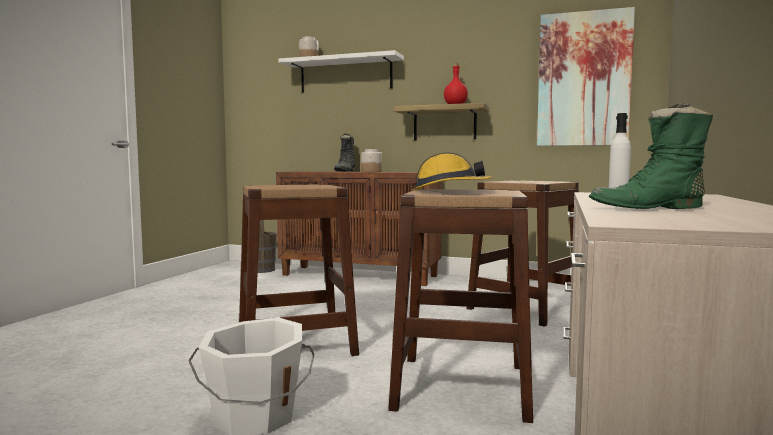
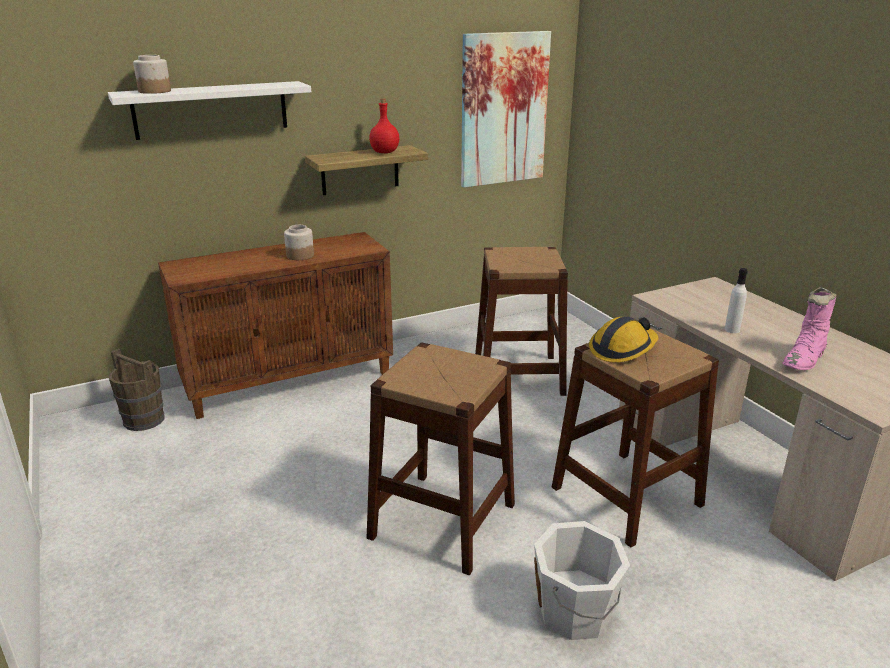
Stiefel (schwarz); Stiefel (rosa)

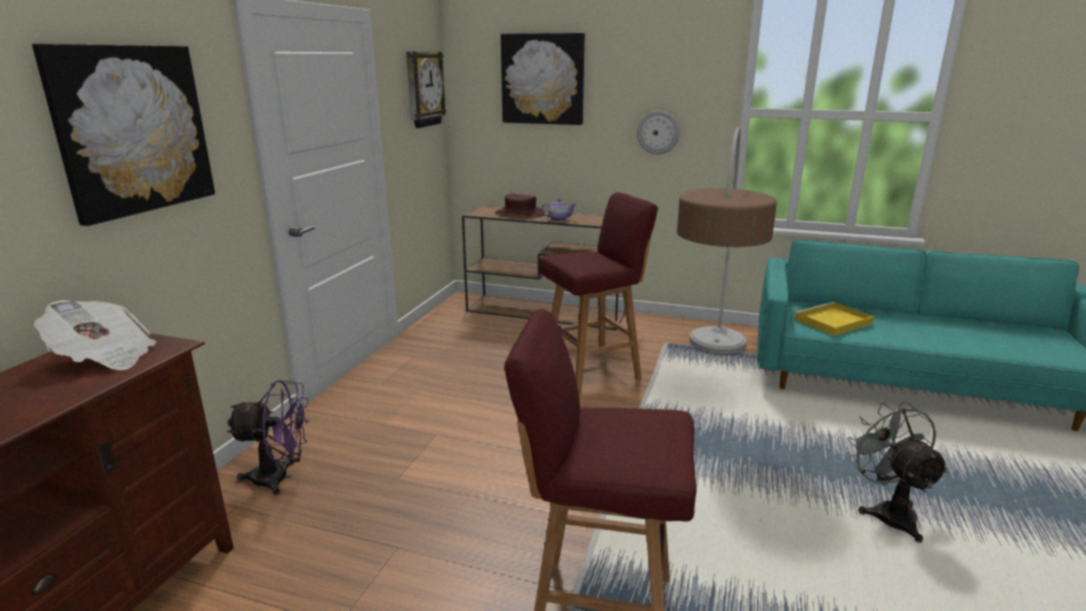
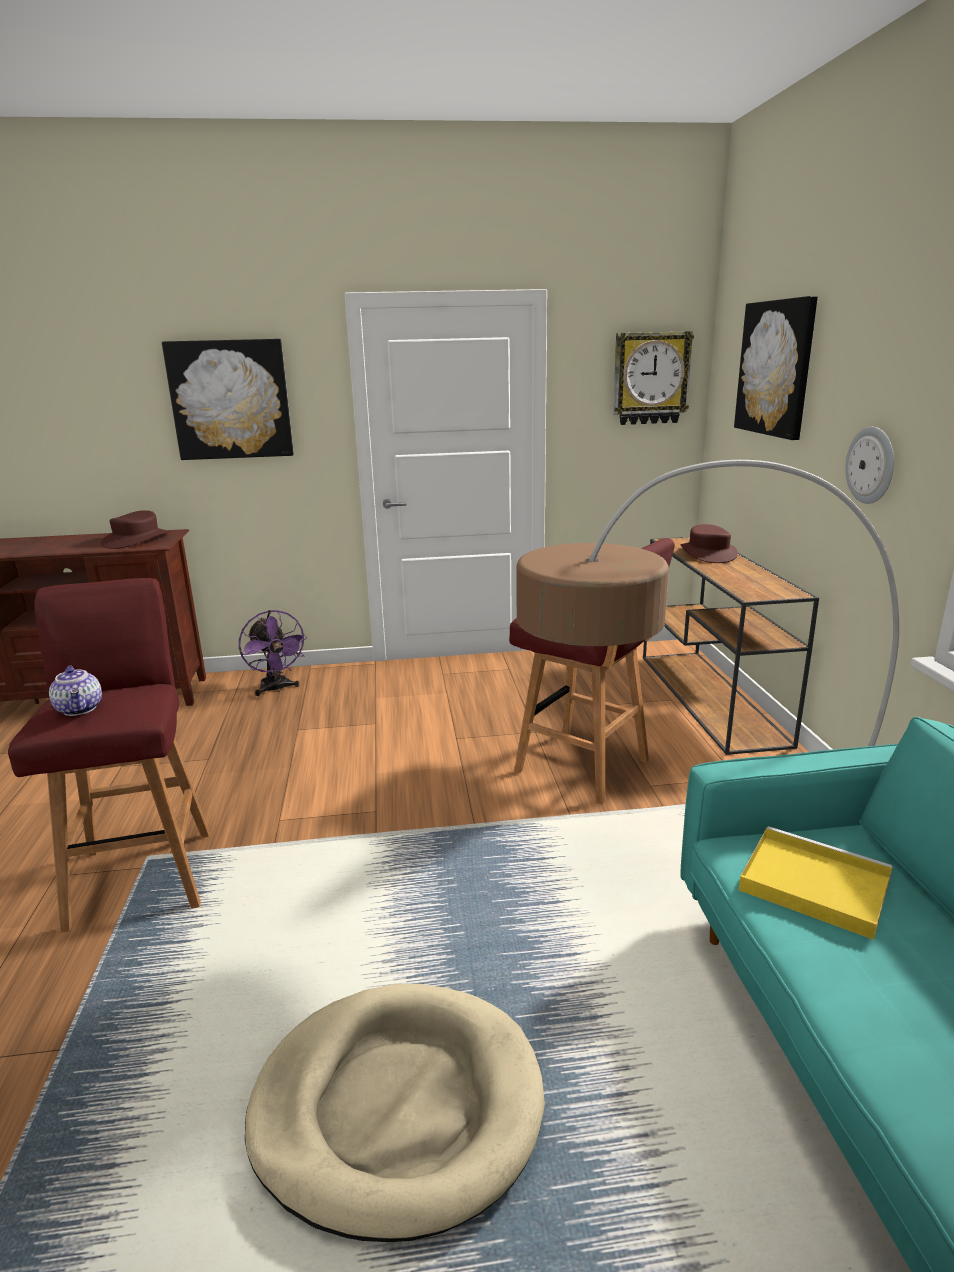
Hut (braun) (1st from left); Teekanne; Hundebett (beige)

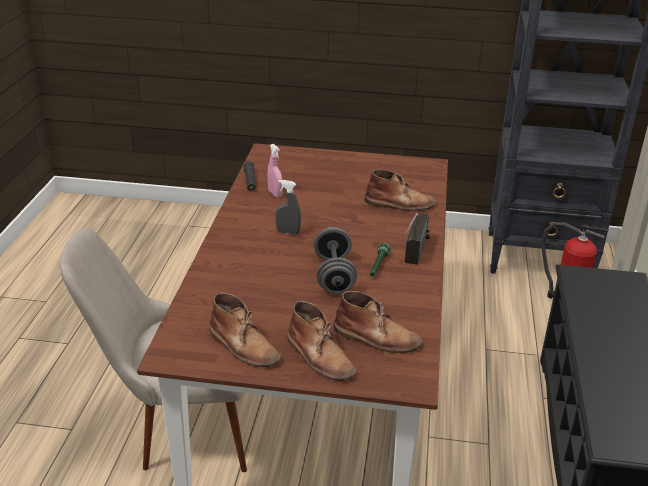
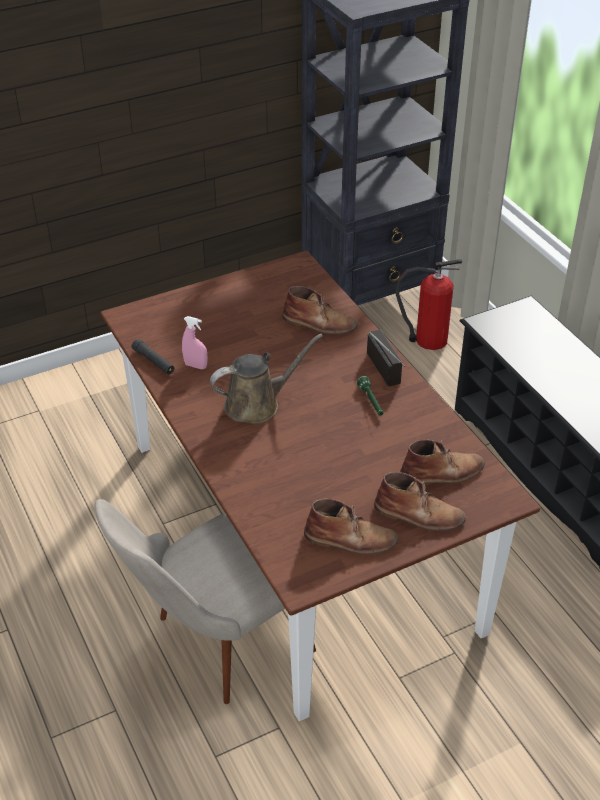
Gießkanne (braun); Hantel (grau); Stiefel (braun) (1st from left)

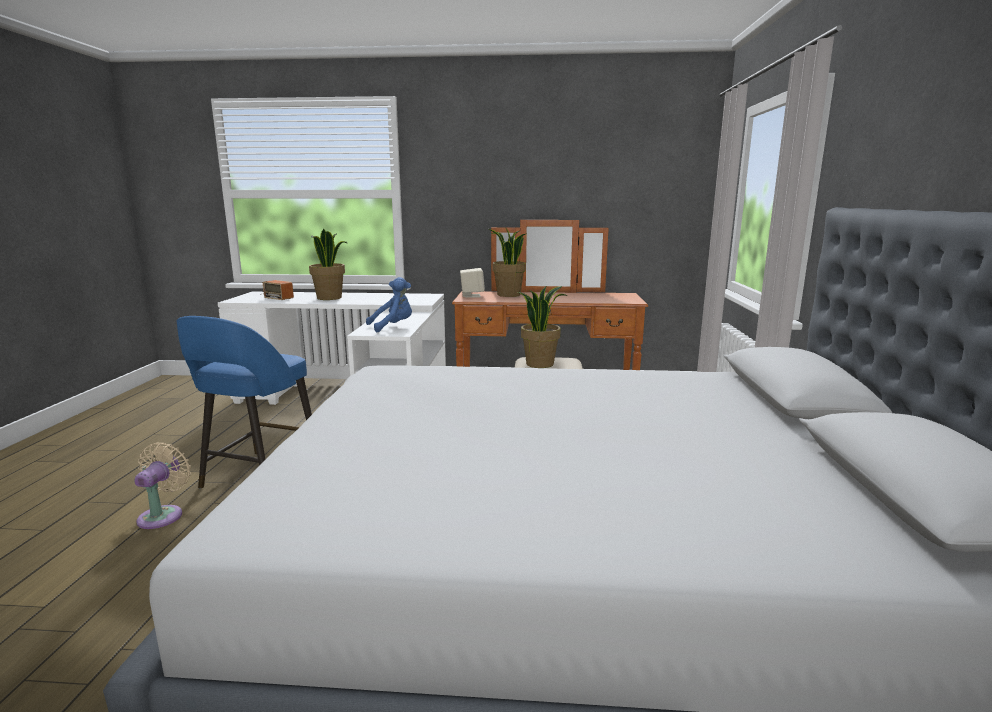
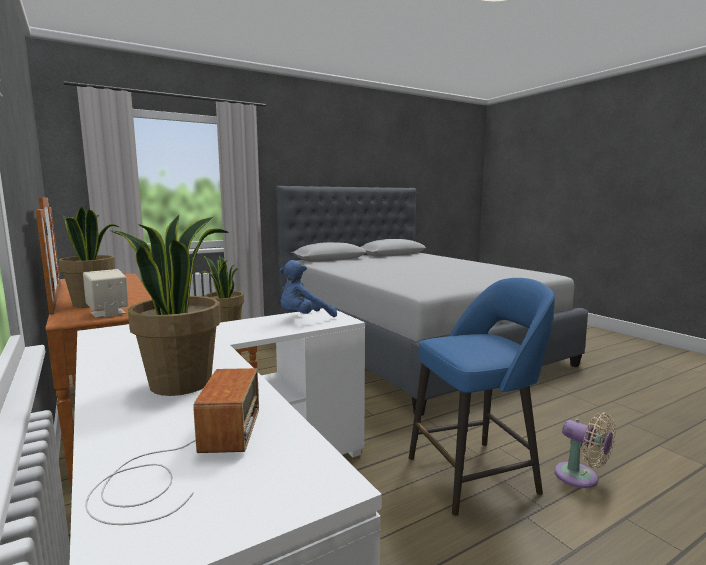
Ventilator (beige); Plüschtier (blau)

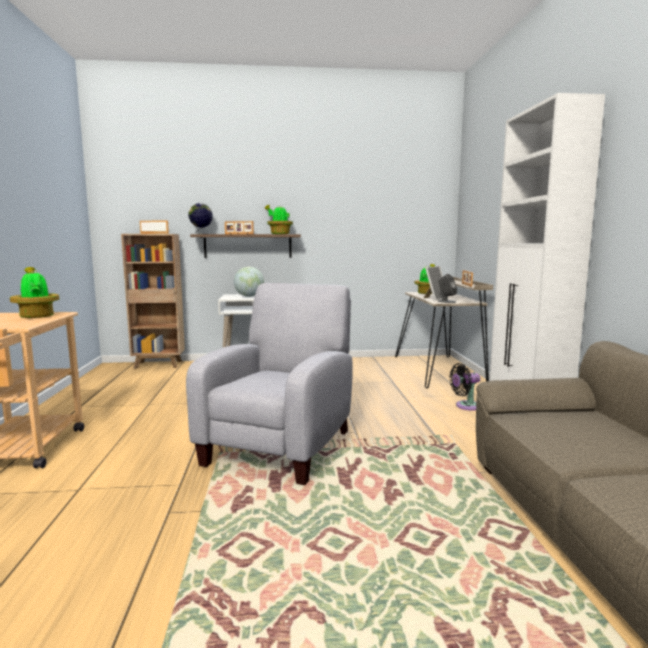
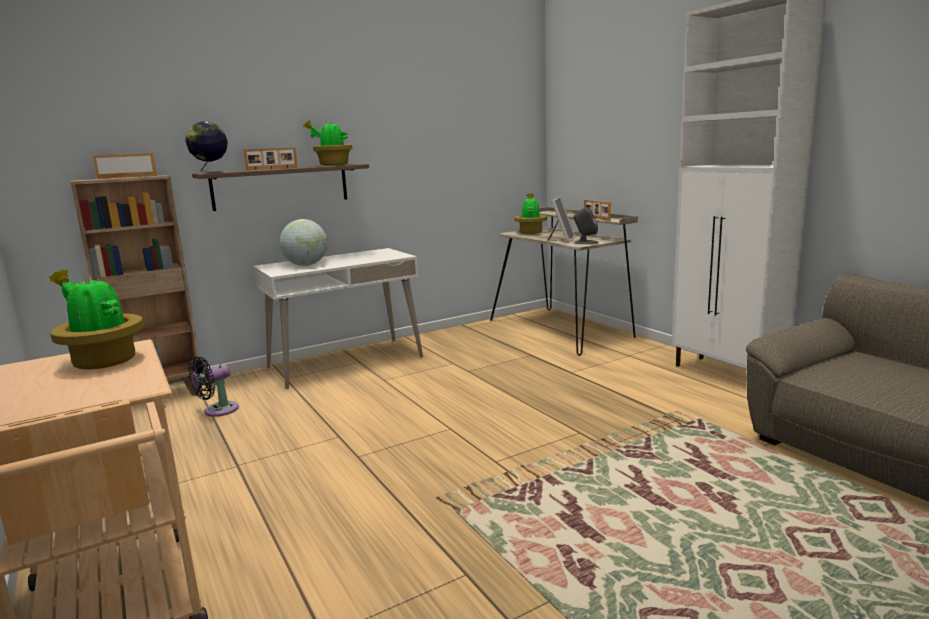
Sessel (grau); Ventilator (schwarz)

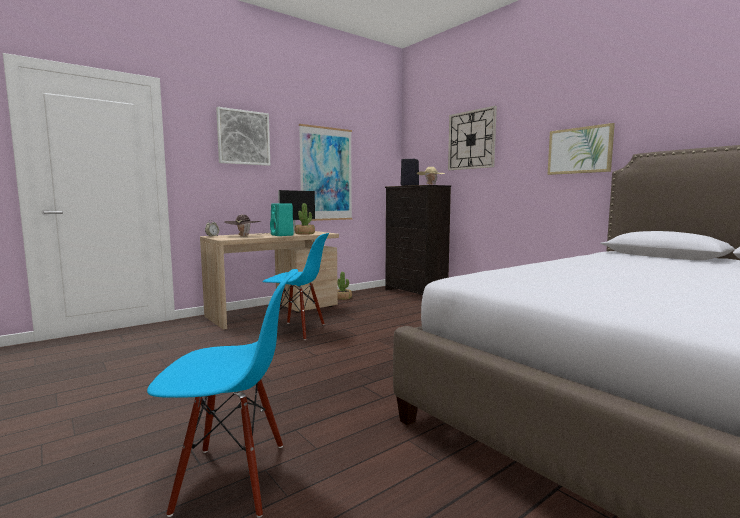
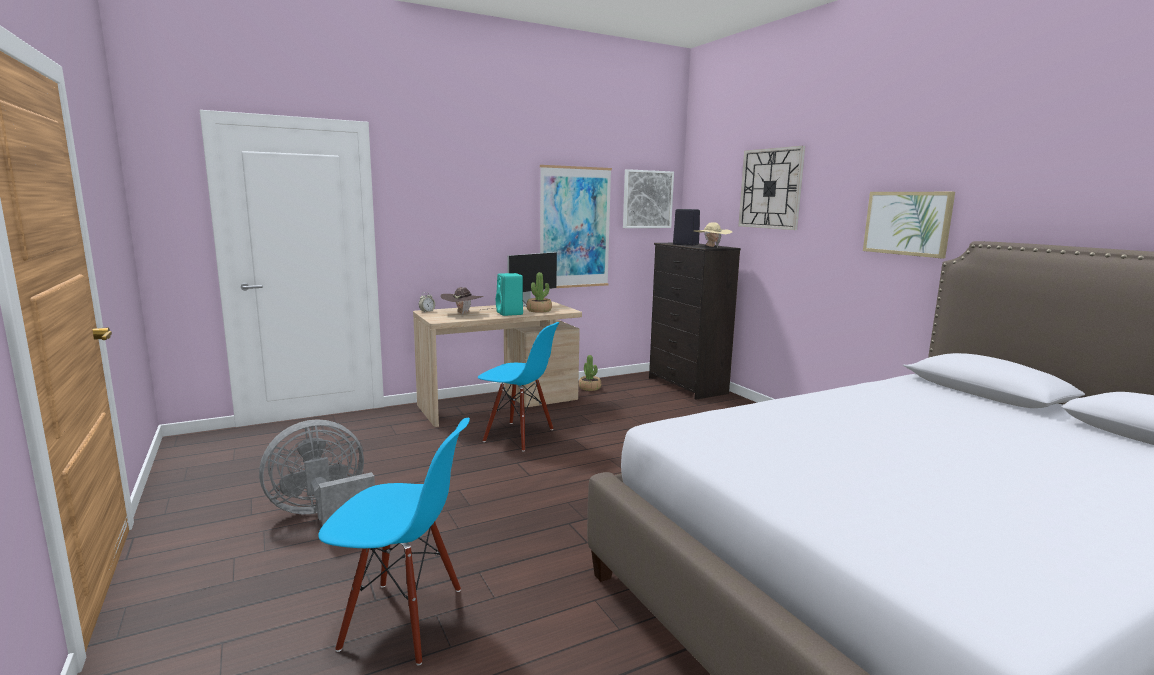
Bild (2nd from left); Ventilator (grau)

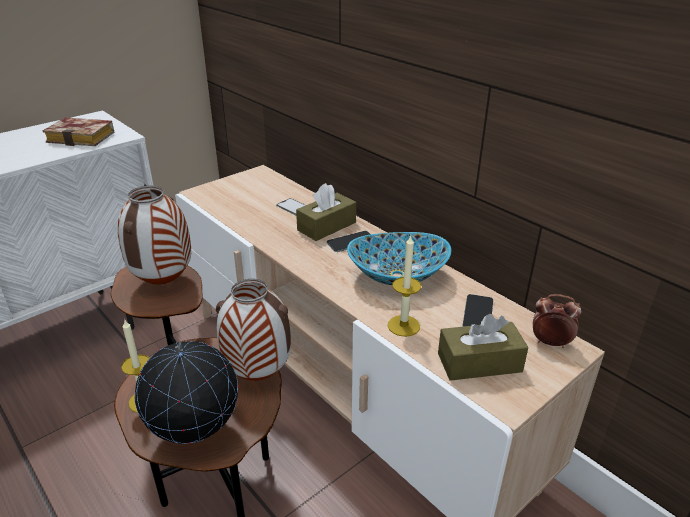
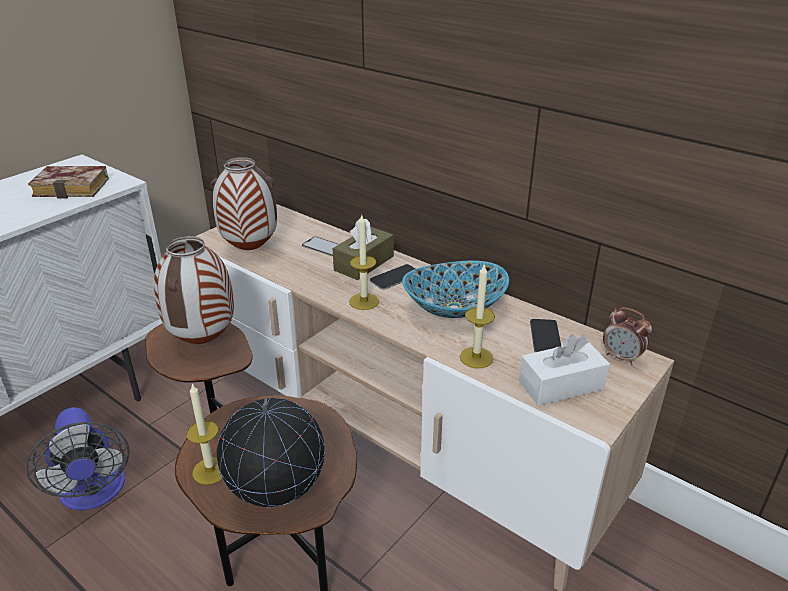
Vase (2nd from left); Taschentuchbox (weiß); Wecker; Ventilator; Kerze (2nd from left)

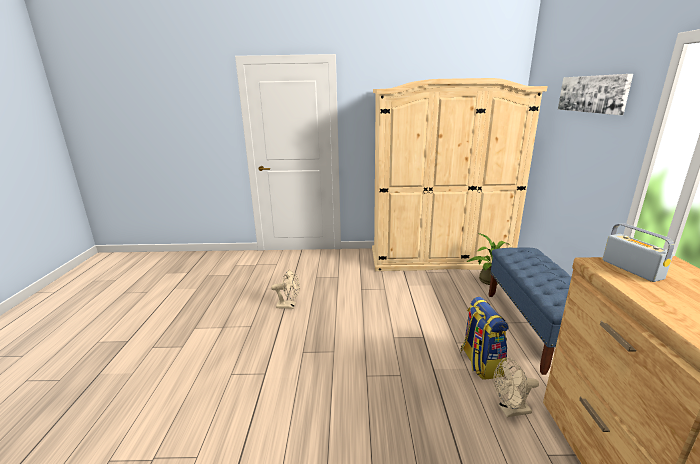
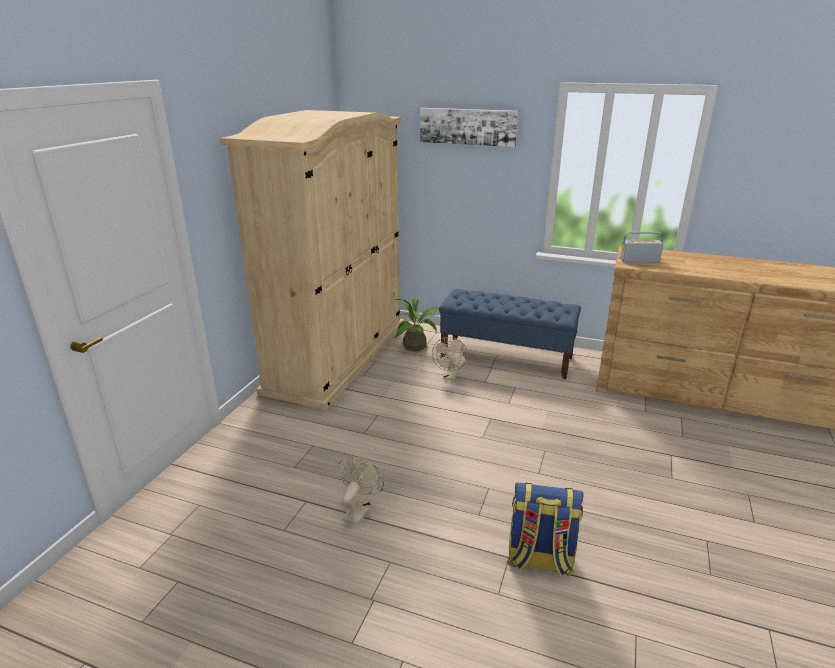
Rucksack; Ventilator (beige) (2nd from left)

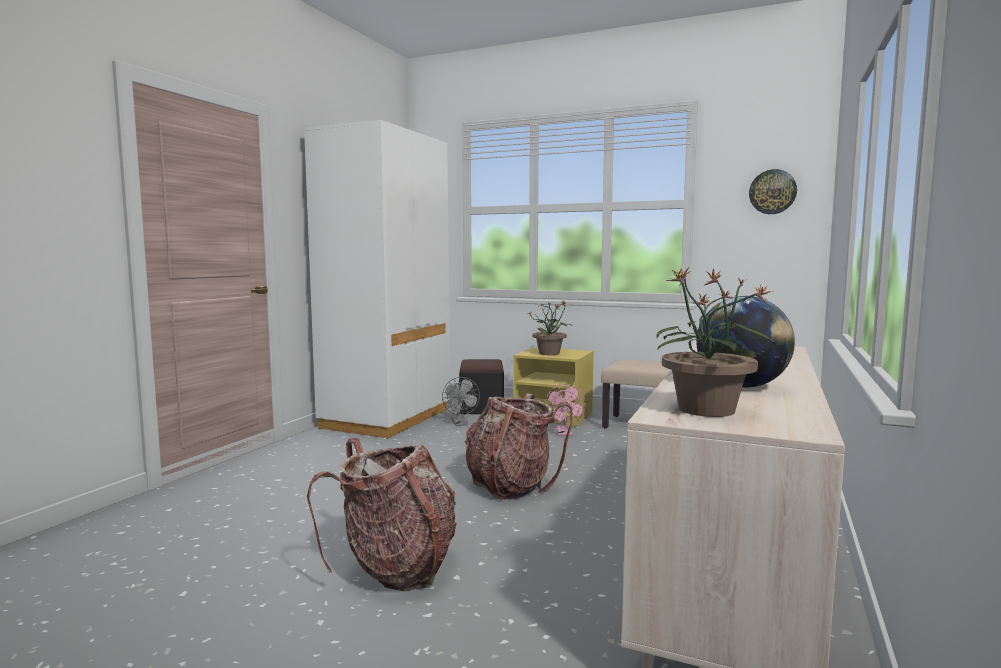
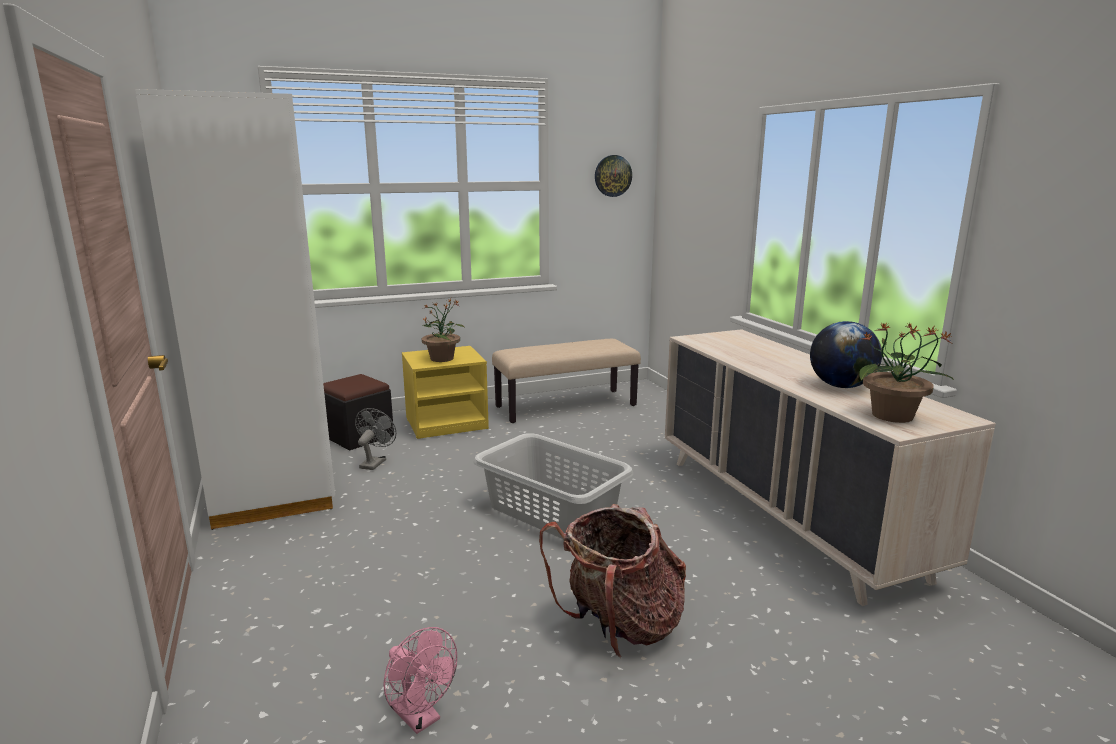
Ventilator (grau); Wäschekorb (grau); Ventilator (rosa)

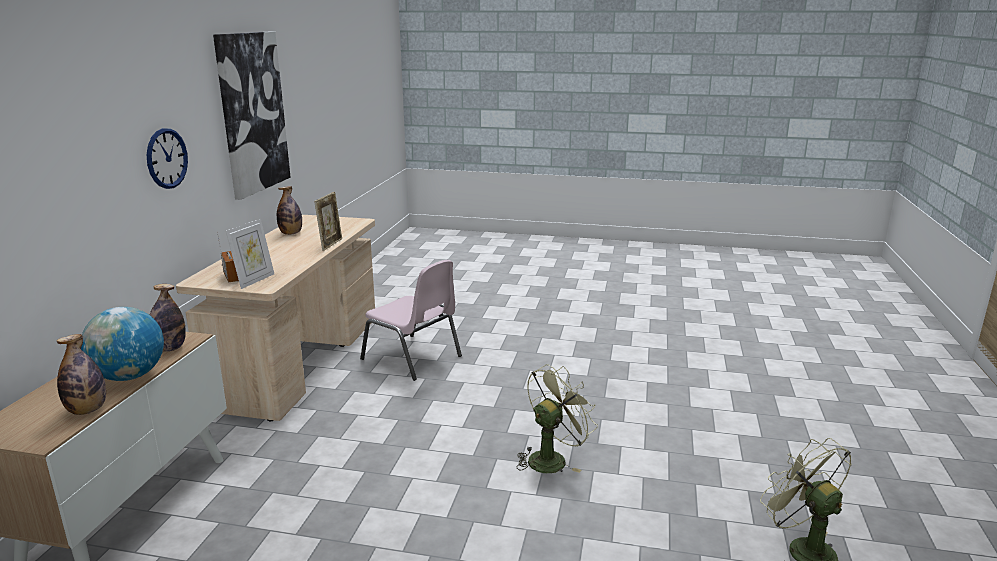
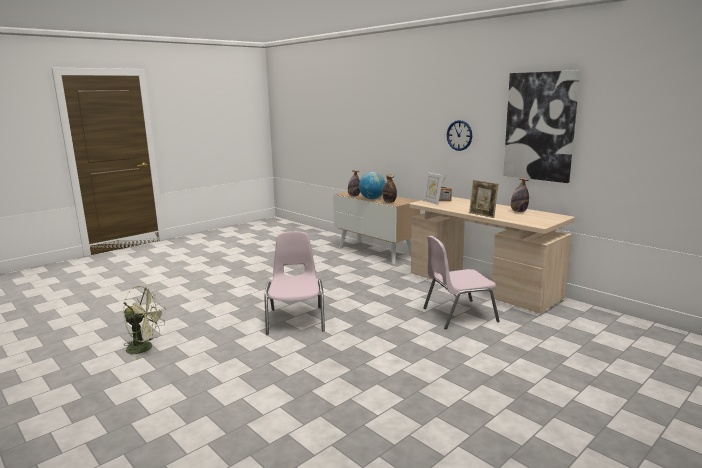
Stuhl (rosa) (1st from left)

